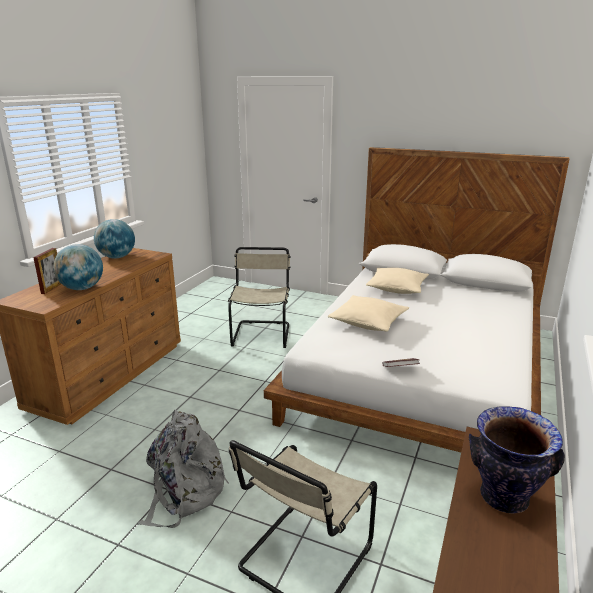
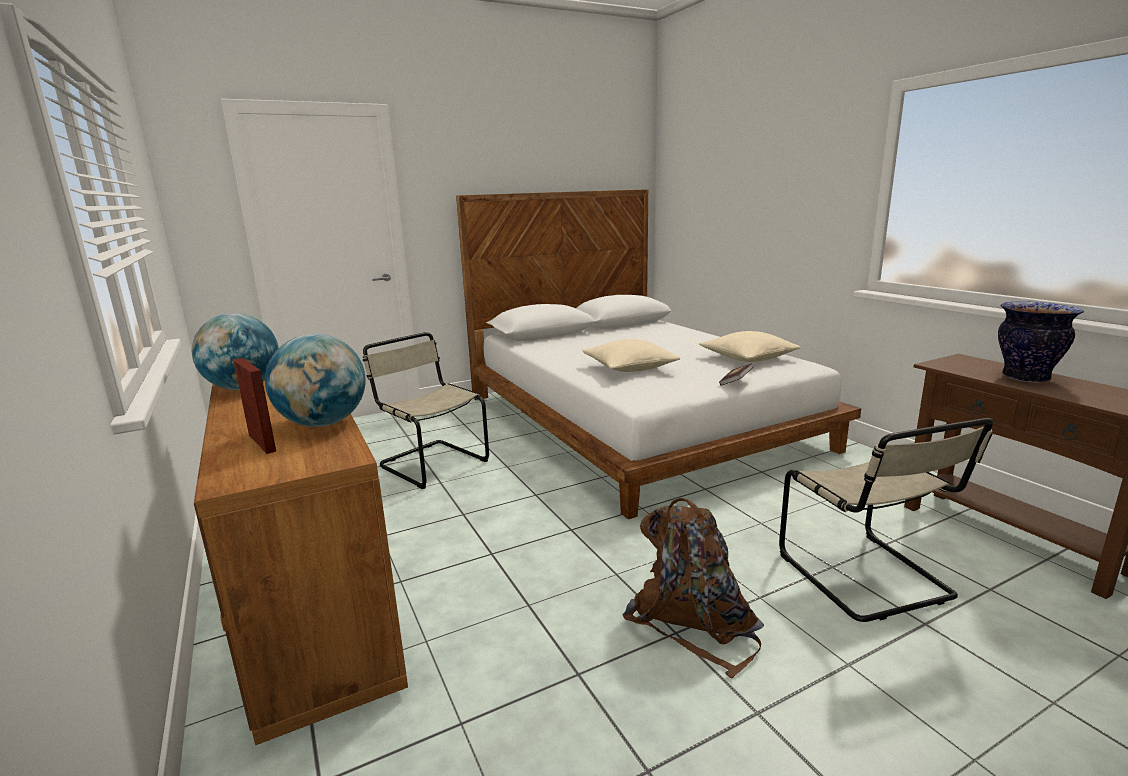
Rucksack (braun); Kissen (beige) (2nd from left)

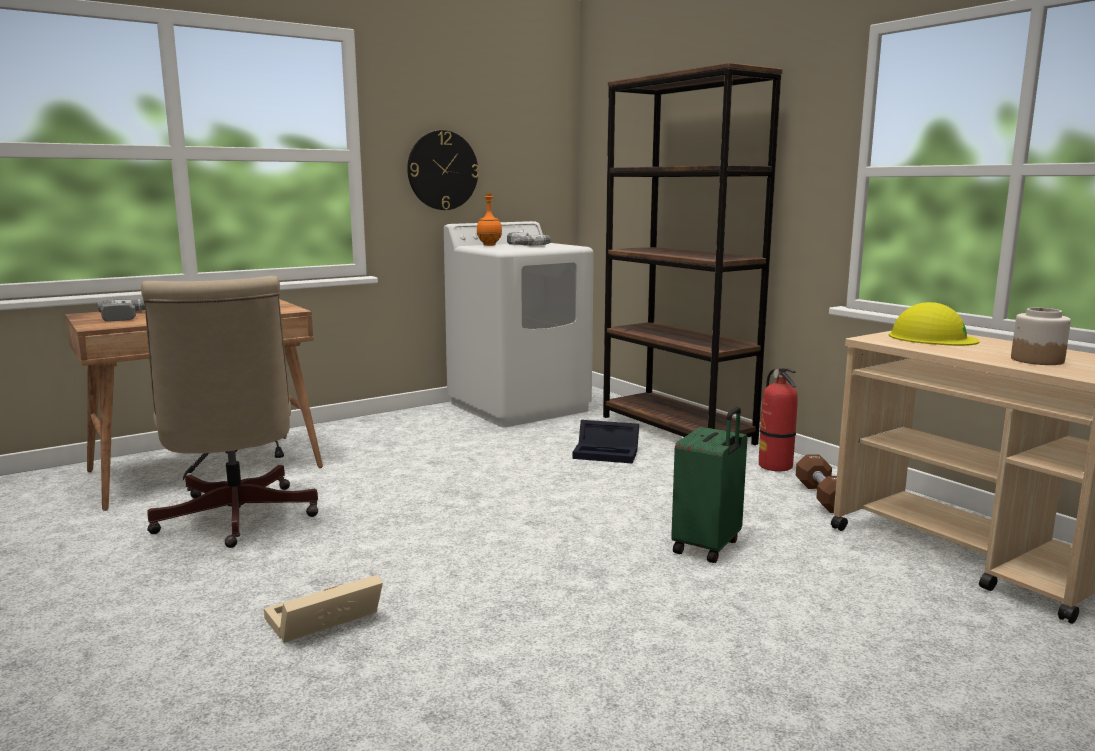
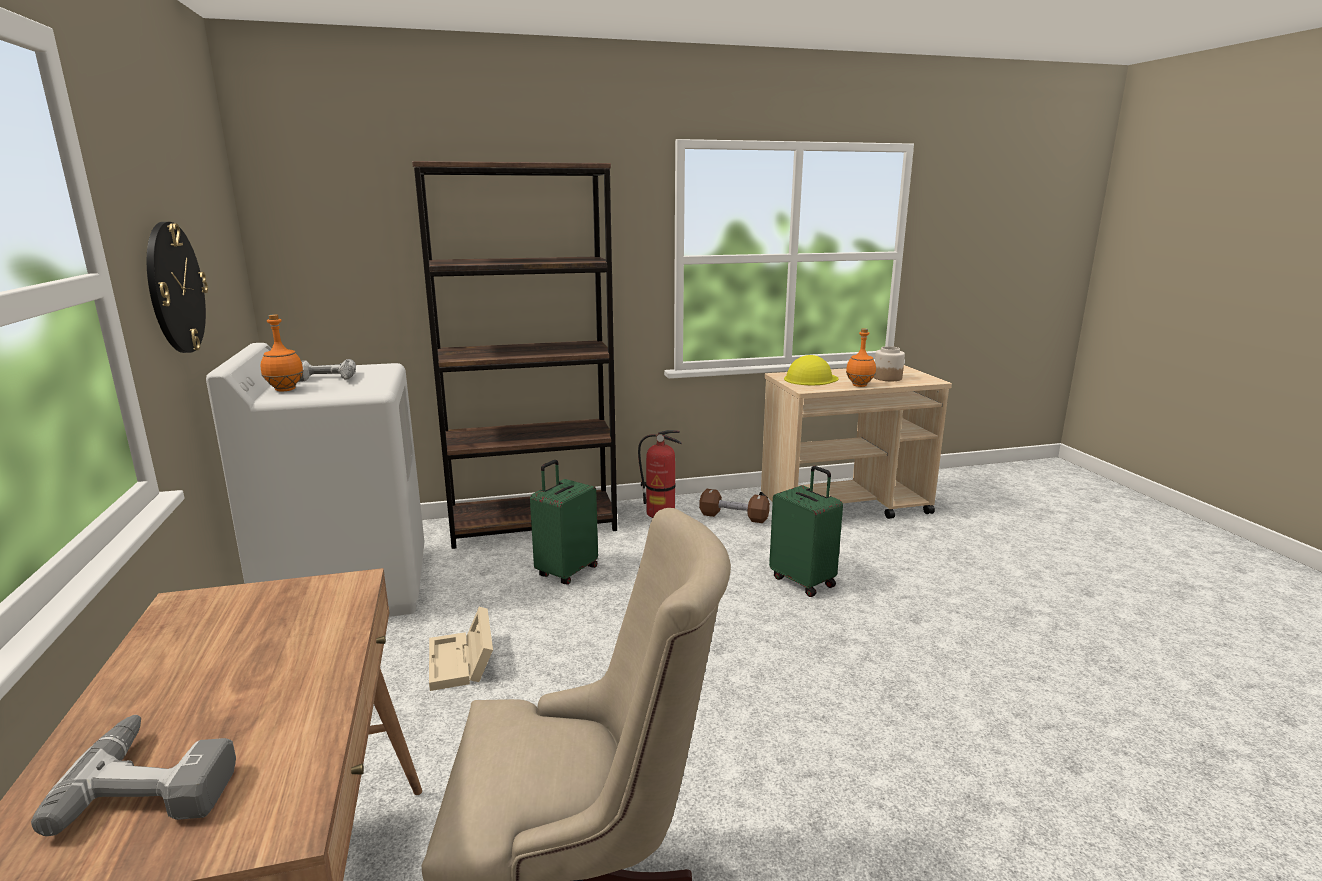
Aufbewahrungsbox (beige); Koffer (grün) (1st from left); Flasche (orange) (2nd from left)

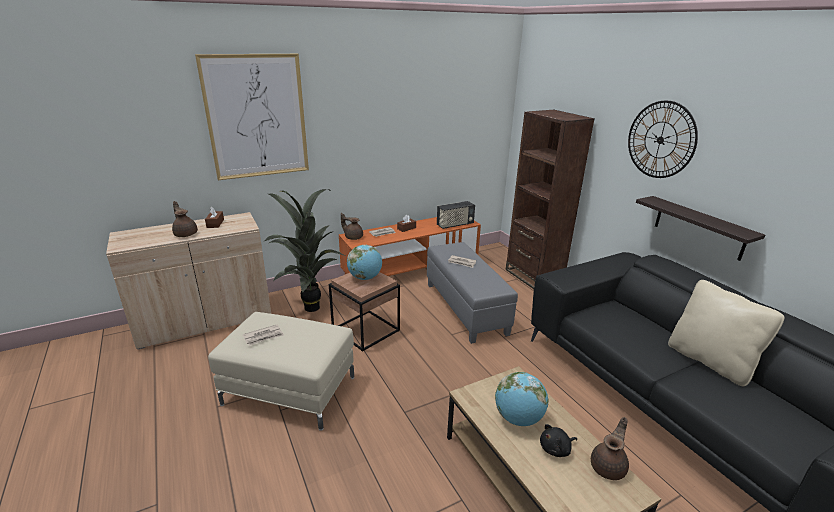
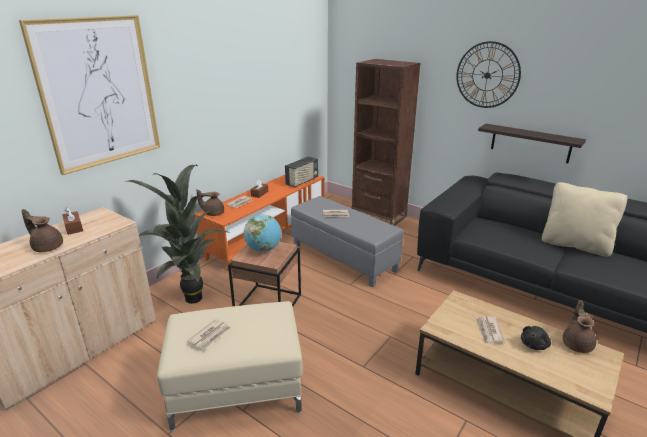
Zeitung (4th from left)

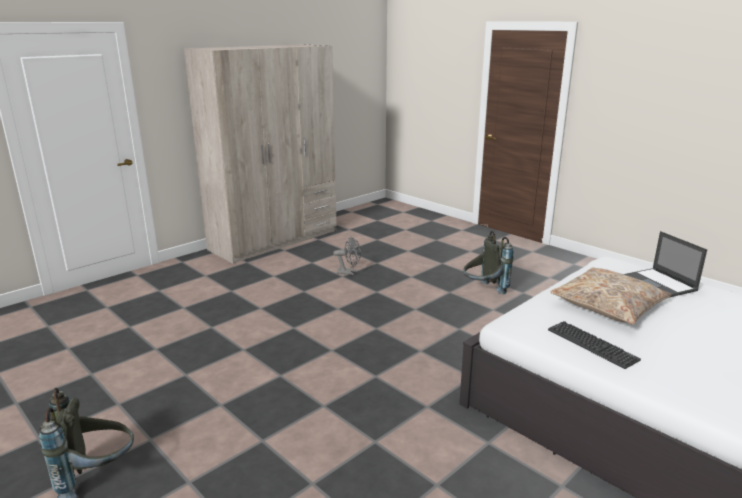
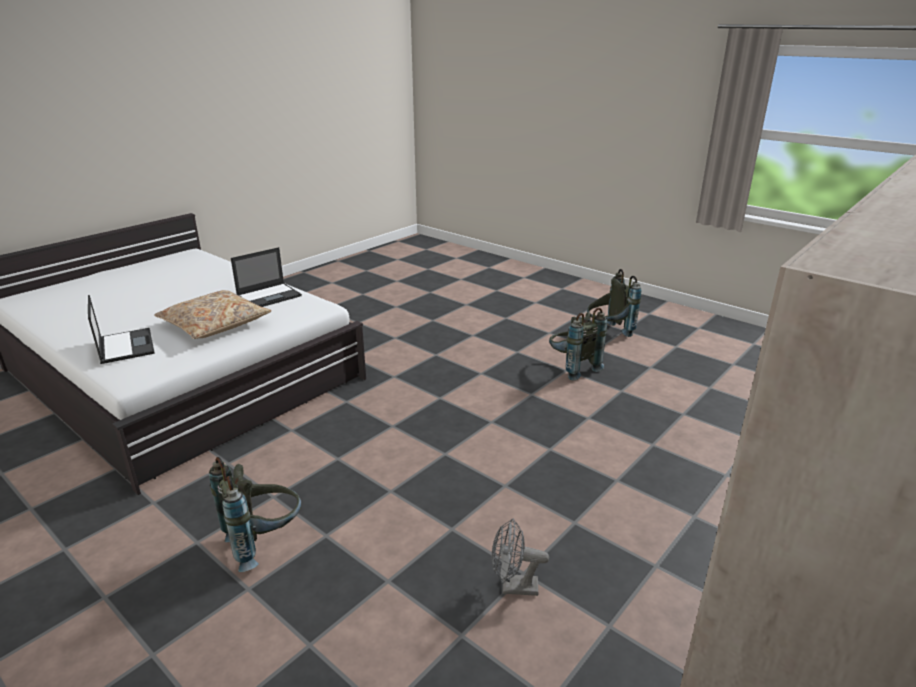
Laptop (2nd from left); Rucksack (grau) (2nd from left)

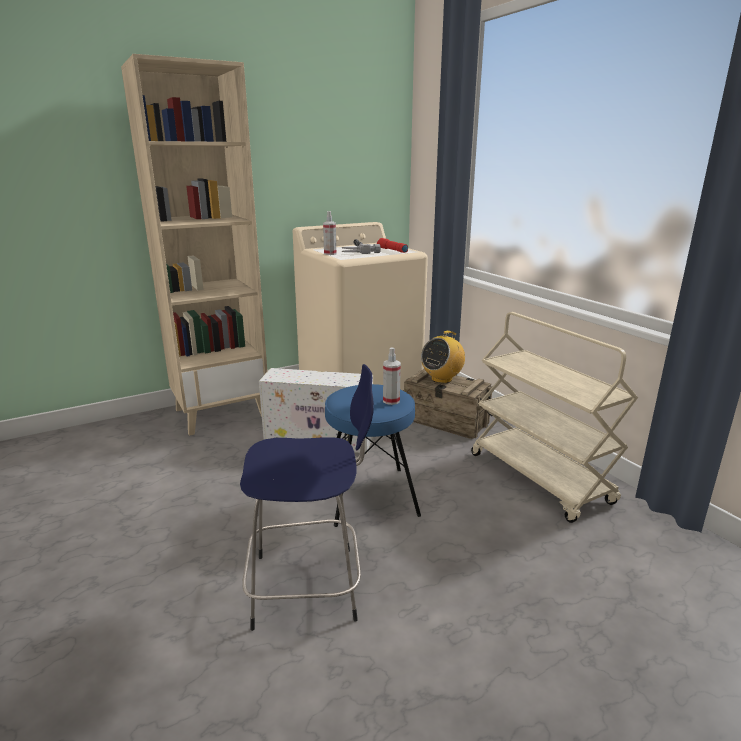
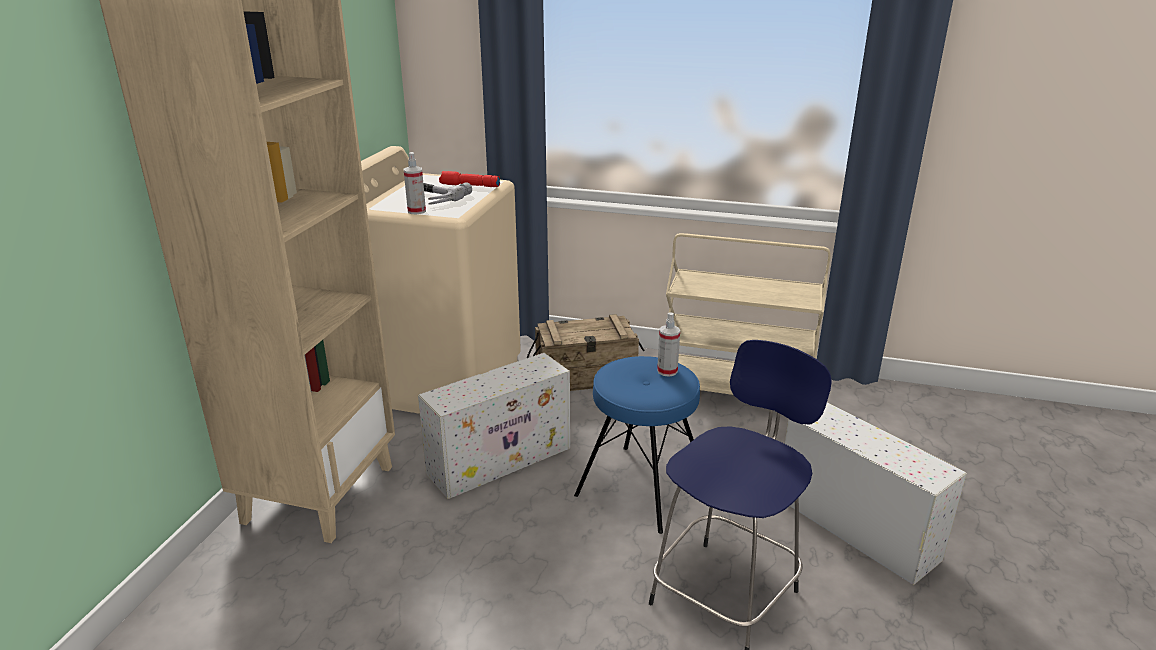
Radio; Aufbewahrungsbox (weiß) (2nd from left)

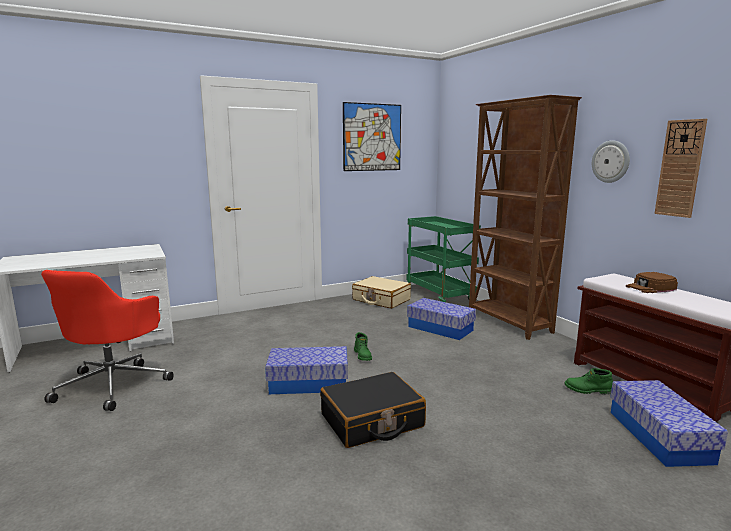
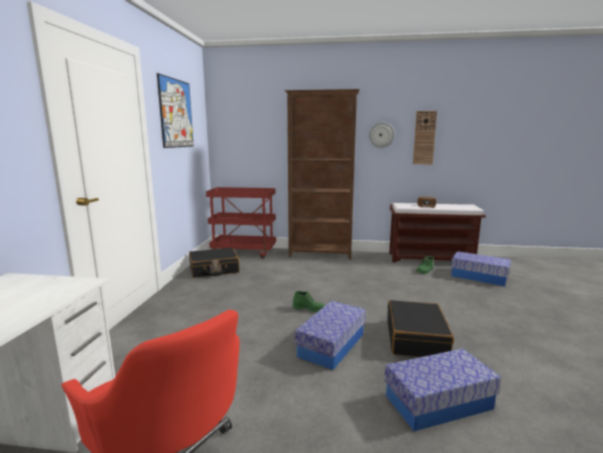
Koffer (schwarz) (1st from left); Rollwagen (rot); Aufbewahrungsbox (2nd from left)

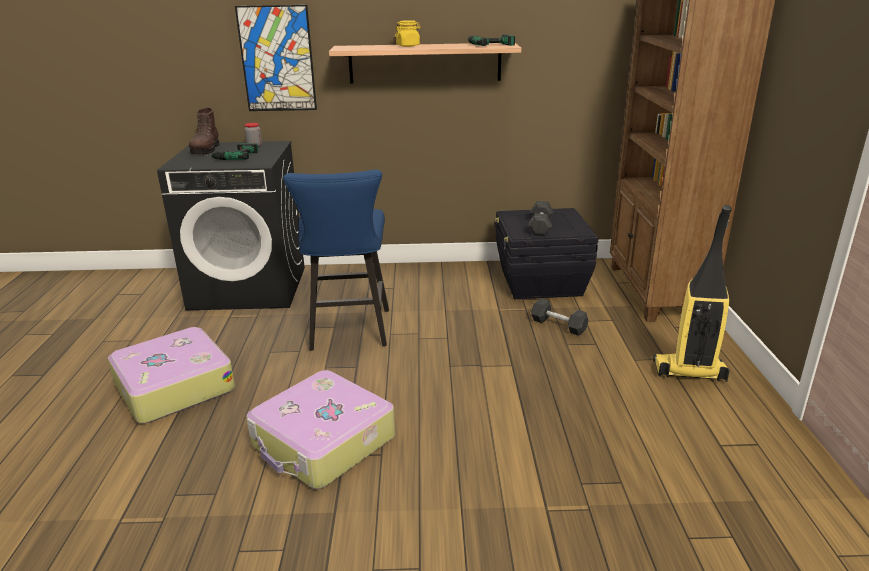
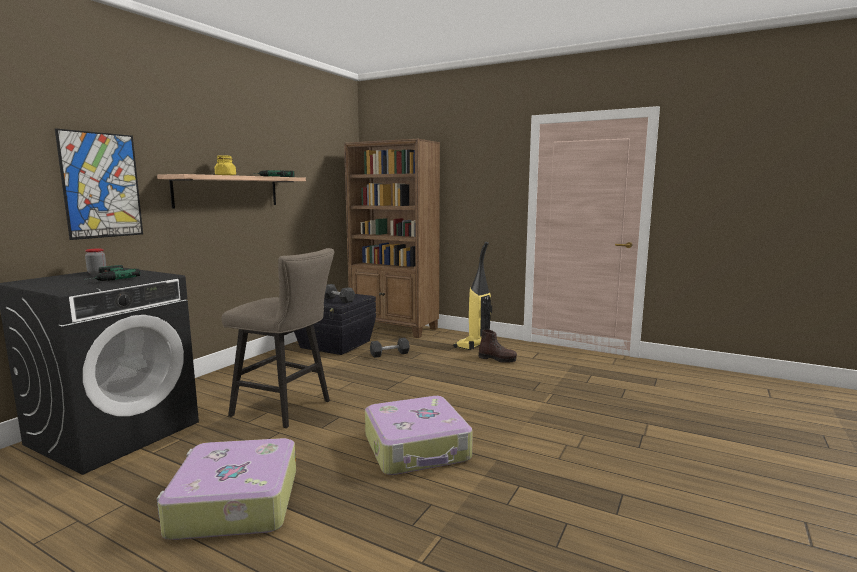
Stiefel (braun); Hocker (beige)

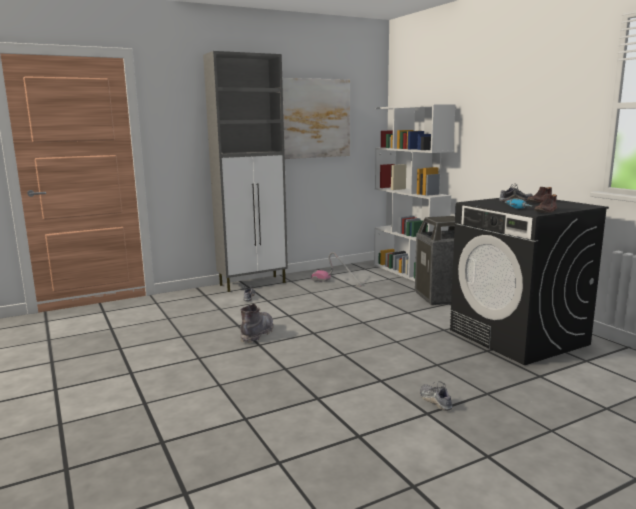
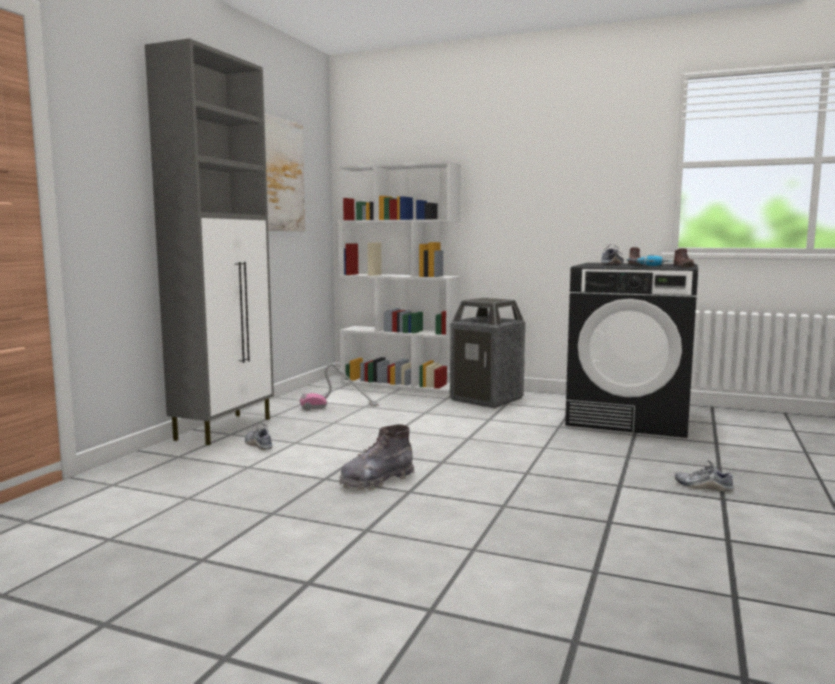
Stiefel (grau)

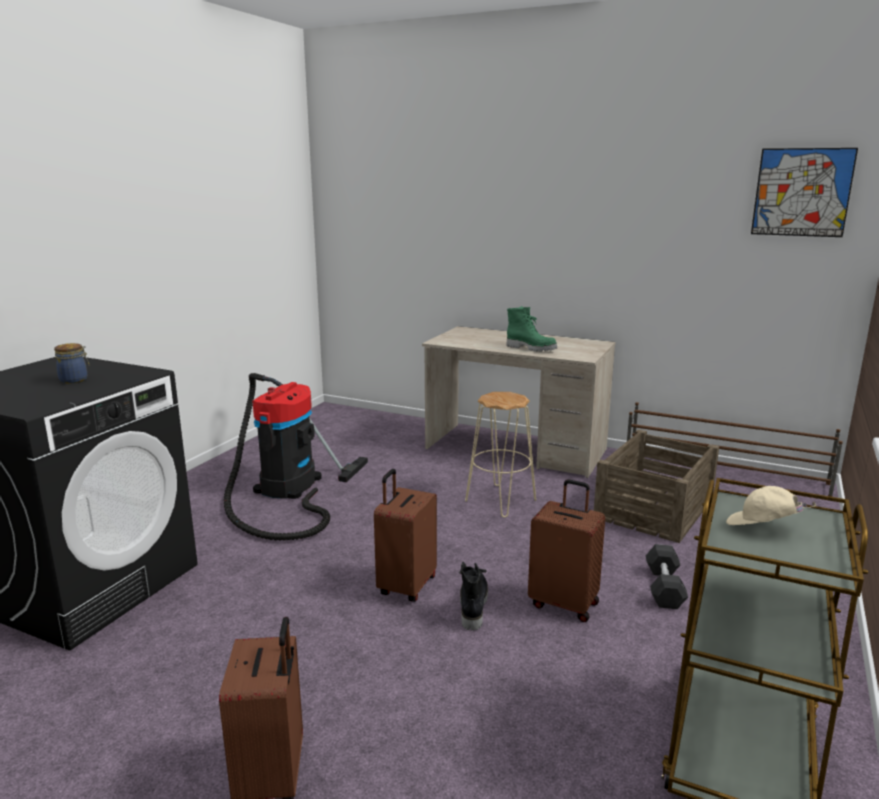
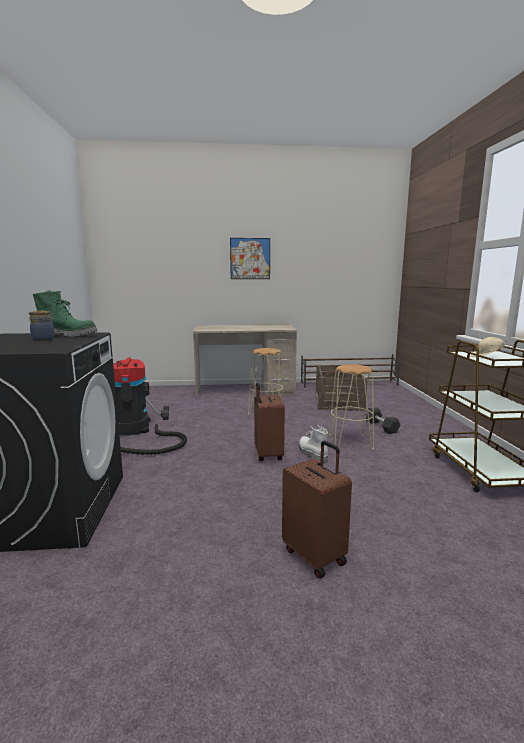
Stiefel (weiß); Stiefel (grün); Hocker (beige) (2nd from left); Bild

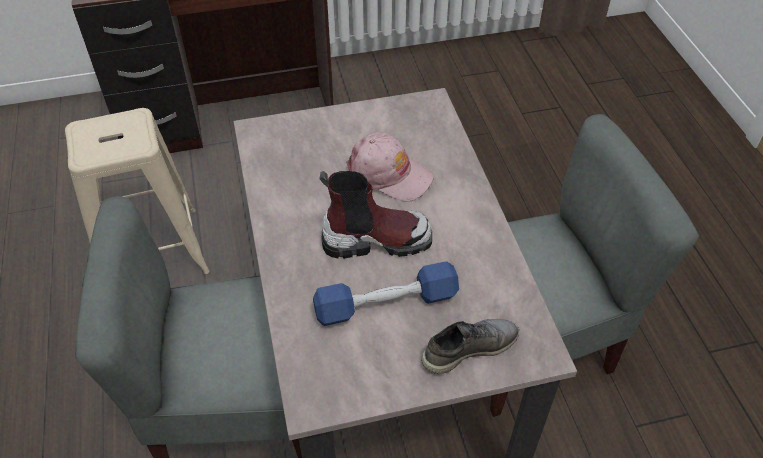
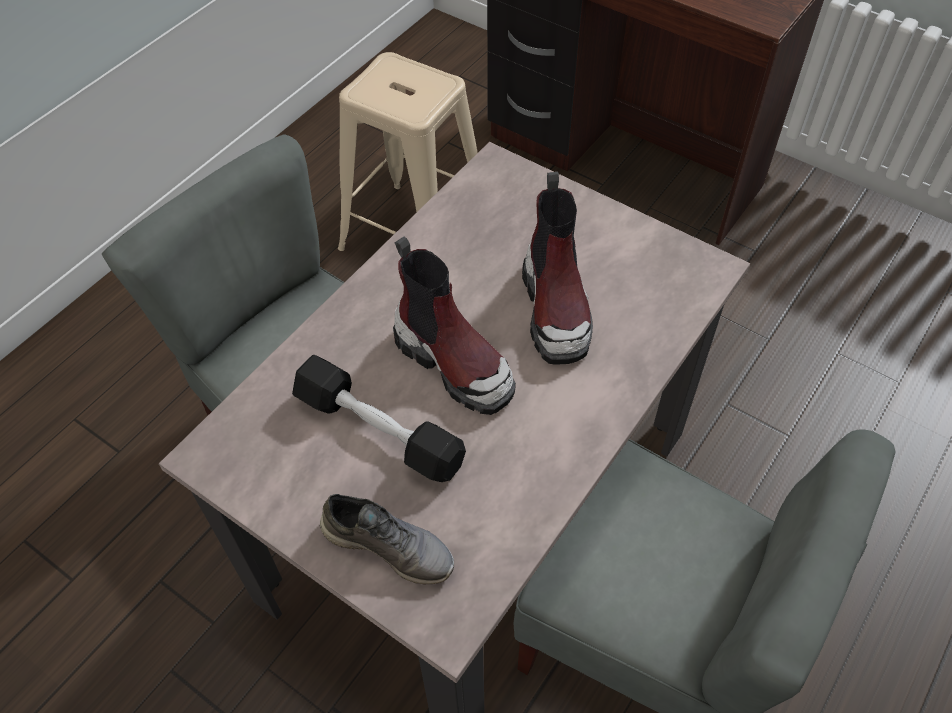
Hantel (schwarz); Stiefel (2nd from left)

